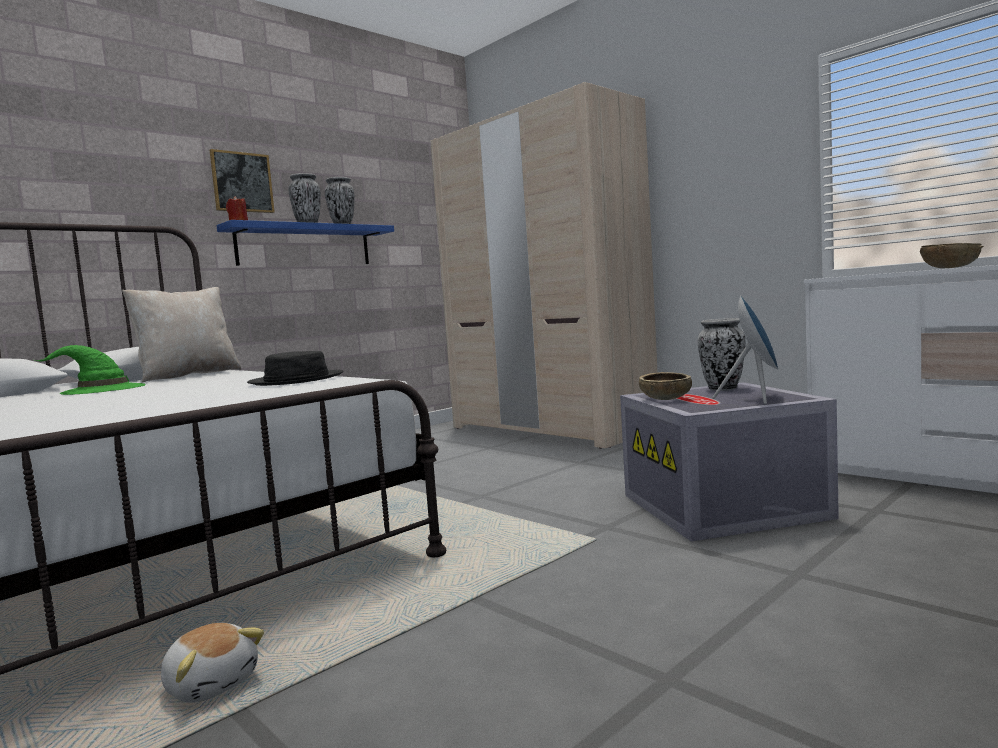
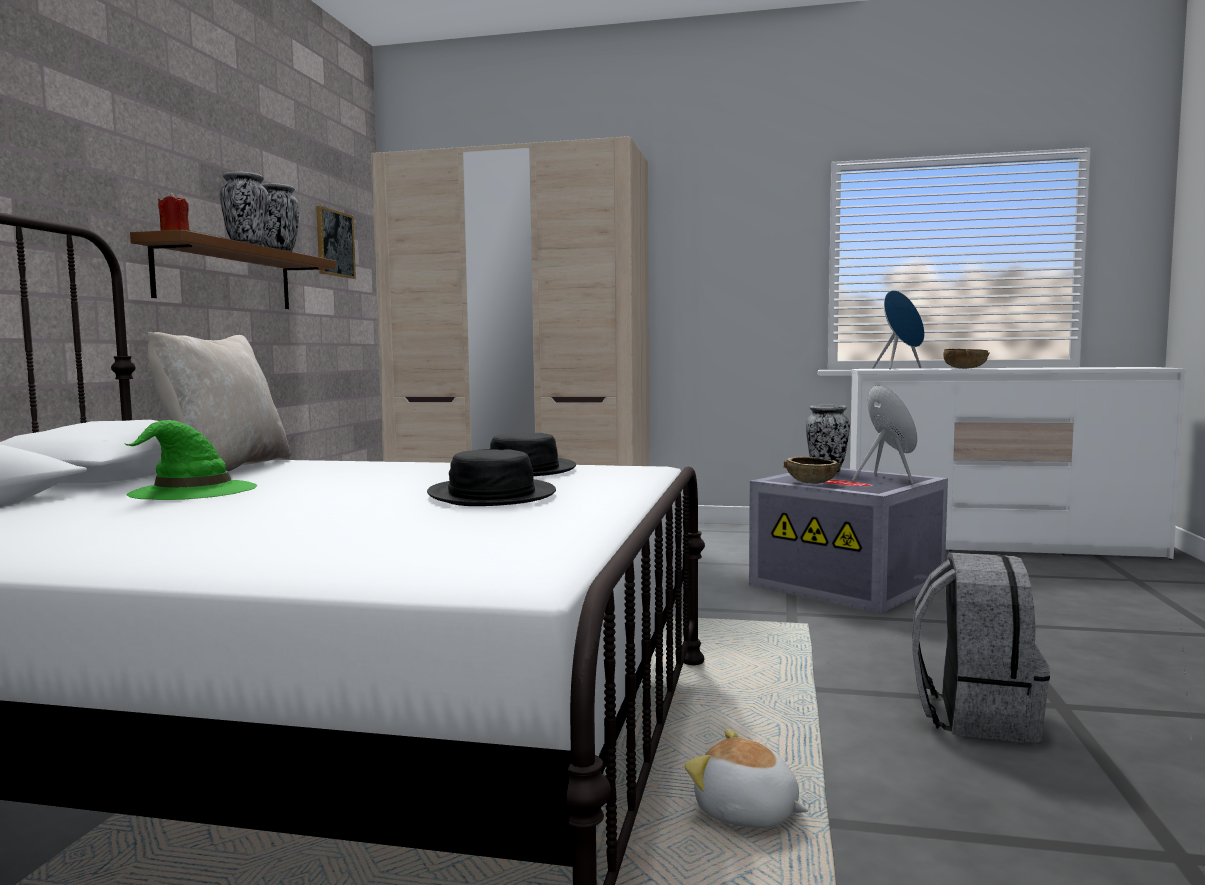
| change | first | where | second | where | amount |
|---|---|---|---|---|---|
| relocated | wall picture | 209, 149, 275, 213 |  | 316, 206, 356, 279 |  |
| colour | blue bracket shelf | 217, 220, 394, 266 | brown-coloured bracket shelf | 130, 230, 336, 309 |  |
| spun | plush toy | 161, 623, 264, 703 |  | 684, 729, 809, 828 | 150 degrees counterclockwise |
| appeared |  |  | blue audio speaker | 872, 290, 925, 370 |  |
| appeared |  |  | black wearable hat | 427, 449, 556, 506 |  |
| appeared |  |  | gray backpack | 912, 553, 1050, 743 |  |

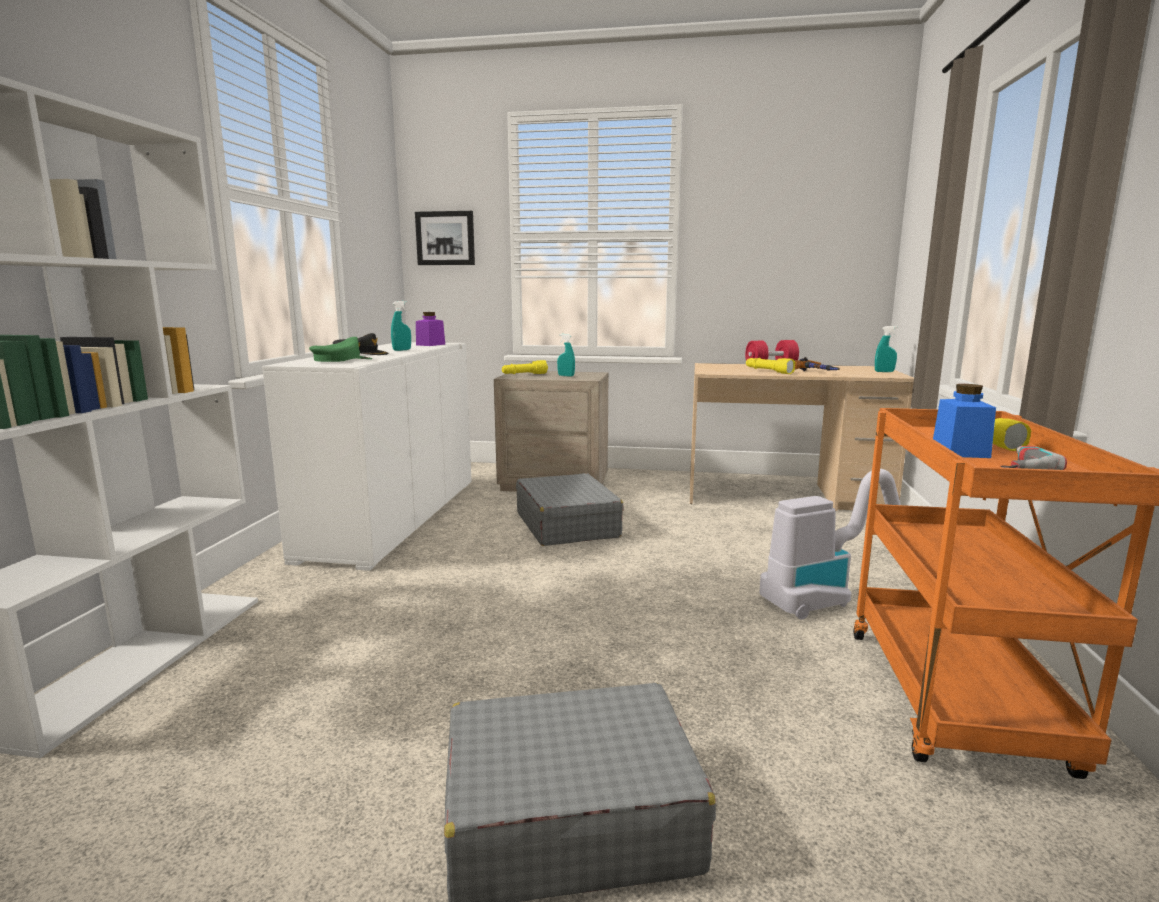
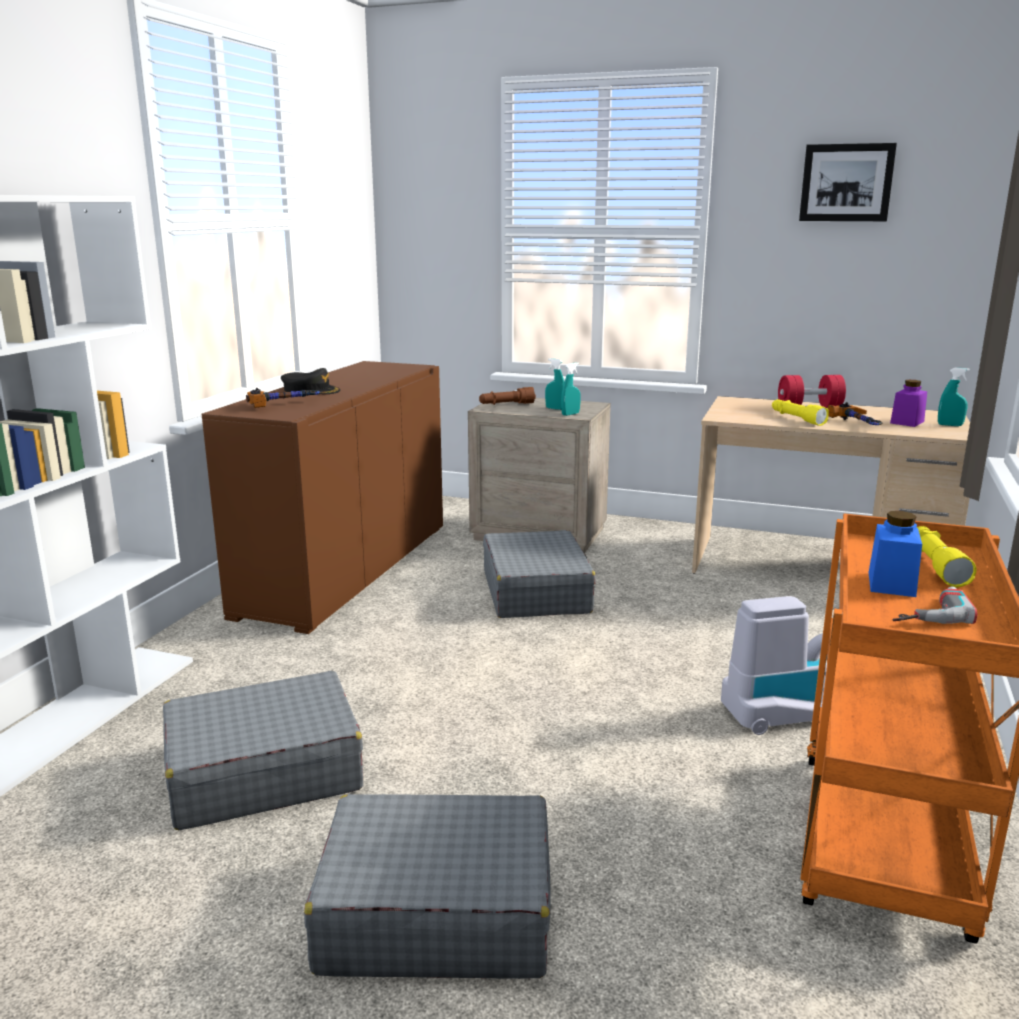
| change | first | where | second | where | amount |
|---|---|---|---|---|---|
| relocated | wall picture | 415, 211, 475, 265 |  | 799, 143, 897, 221 |  |
| relocated | turquoise sprayer | 391, 301, 411, 351 |  | 561, 363, 581, 416 |  |
| relocated | purple-coloured preserve jar | 416, 312, 445, 346 |  | 890, 380, 927, 427 |  |
| exchanged | greenish cap | 309, 337, 372, 362 | hand hammer | 246, 388, 321, 408 |  |
| colour | white storage cabinet | 262, 342, 472, 571 | brown-coloured storage cabinet | 201, 361, 443, 634 |  |
| colour | yellow flashlight | 502, 360, 548, 374 | brown-coloured flashlight | 479, 387, 536, 405 |  |
| appeared |  |  | gray travel case | 163, 671, 363, 830 |  |

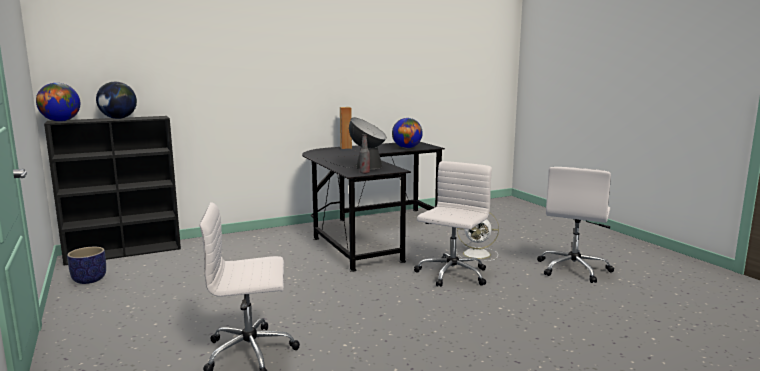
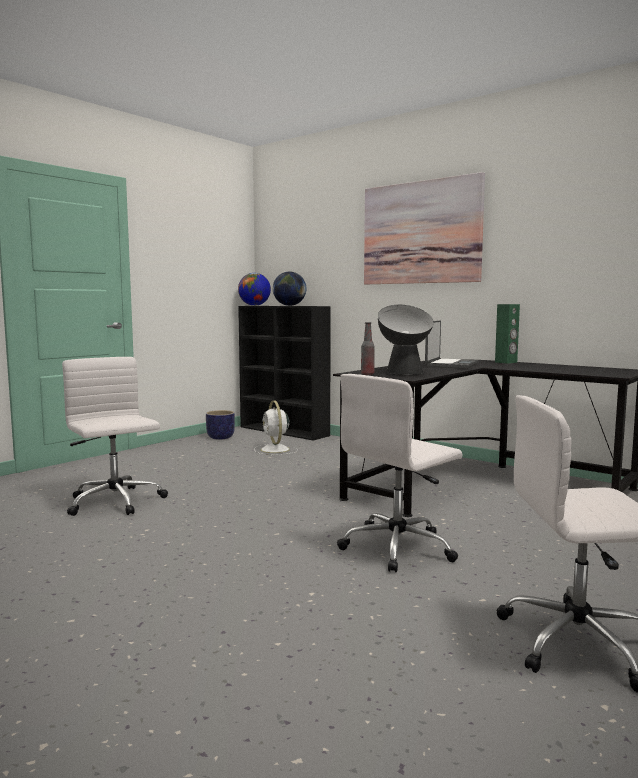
| change | first | where | second | where | amount |
|---|---|---|---|---|---|
| colour | brown-coloured audio speaker | 340, 107, 352, 149 | greenish audio speaker | 495, 304, 520, 364 |  |
| missing | desk globe | 392, 118, 423, 148 |  |  |  |
| spun | white desk chair | 414, 161, 492, 287 |  | 337, 374, 462, 572 | 135 degrees clockwise |
| relocated | white cooling fan | 456, 212, 499, 261 |  | 254, 401, 298, 455 |  |
| appeared |  |  | wall picture | 364, 172, 485, 284 |  |
| appeared |  |  | laptop | 425, 321, 479, 369 |  |

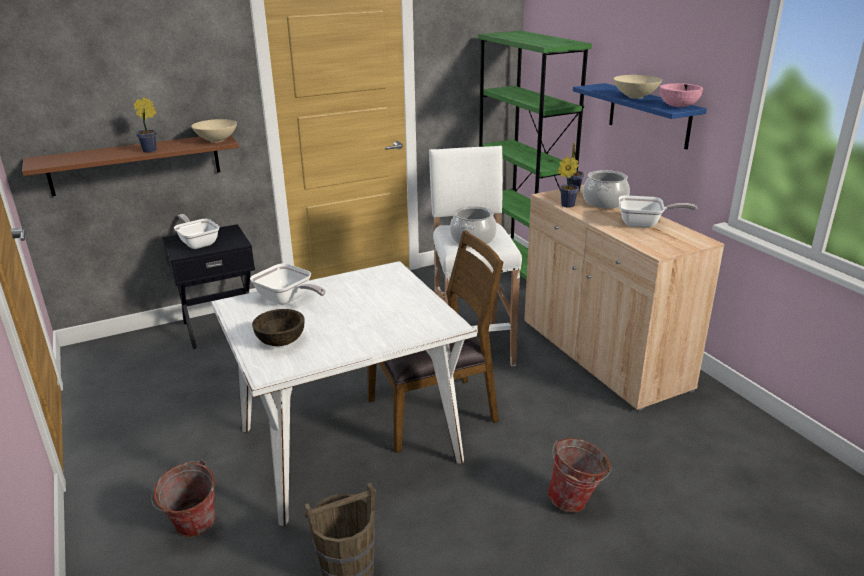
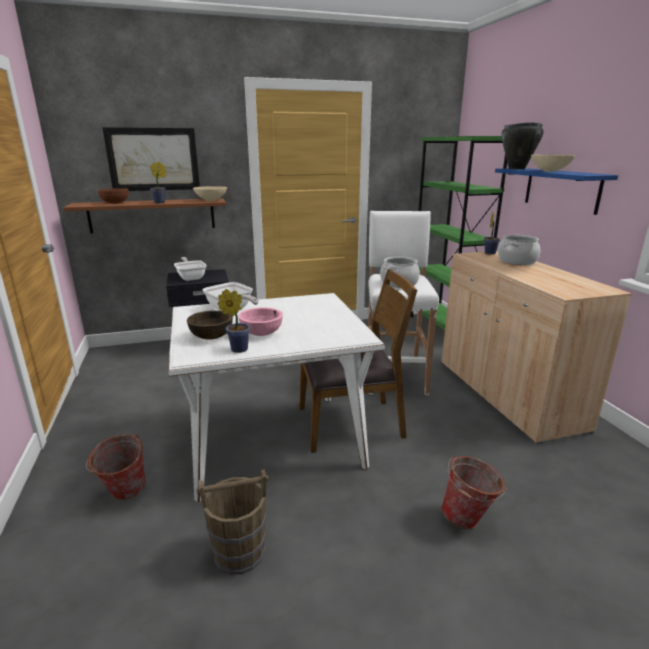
| change | first | where | second | where | amount |
|---|---|---|---|---|---|
| relocated | pink-coloured deep dish | 660, 83, 703, 107 |  | 238, 307, 283, 336 |  |
| relocated | houseplant | 558, 156, 579, 208 |  | 217, 289, 250, 353 |  |
| missing | skillet | 619, 195, 697, 228 |  |  |  |
| appeared |  |  | black cooking pot | 501, 122, 544, 169 |  |
| appeared |  |  | wall picture | 102, 127, 200, 191 |  |
| appeared |  |  | brown-coloured deep dish | 97, 188, 129, 204 |  |

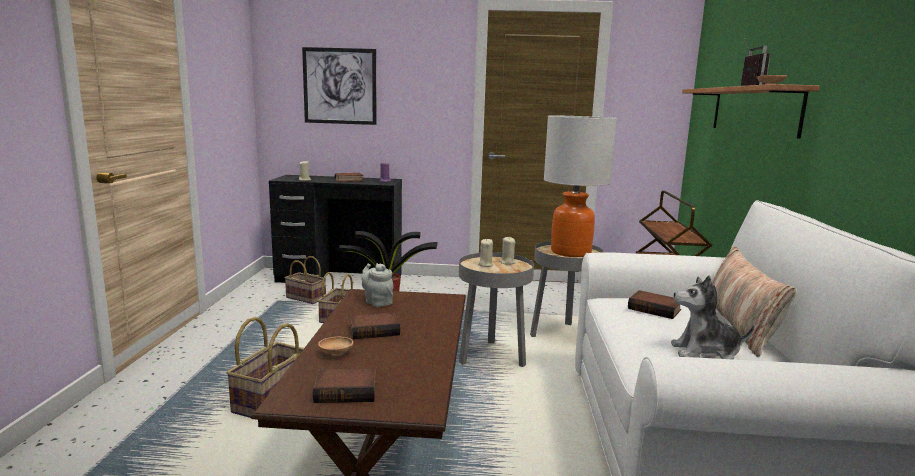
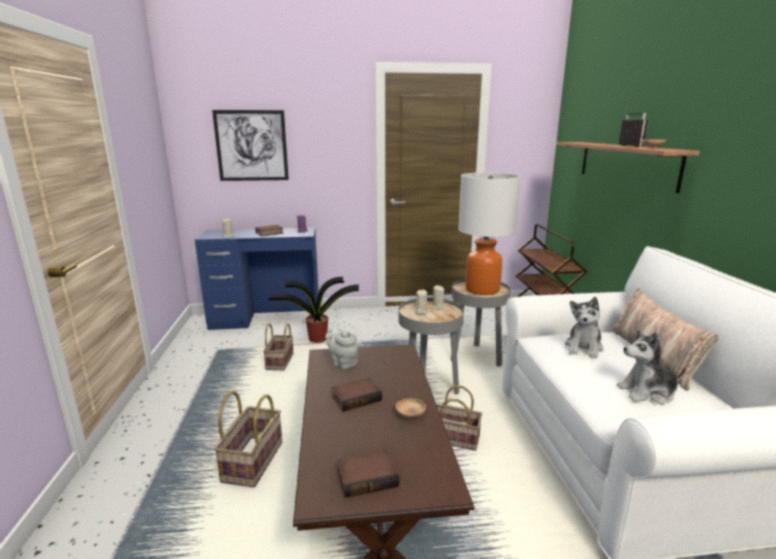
| change | first | where | second | where | amount |
|---|---|---|---|---|---|
| colour | black desk | 269, 175, 402, 283 | blue desk | 195, 227, 319, 330 |  |
| relocated | basket | 284, 256, 326, 304 |  | 436, 386, 482, 451 |  |
| exchanged | book | 628, 290, 681, 319 | plush toy | 565, 297, 604, 359 |  |
| relocated | brown-coloured deep dish | 318, 337, 353, 356 |  | 396, 398, 426, 418 |  |

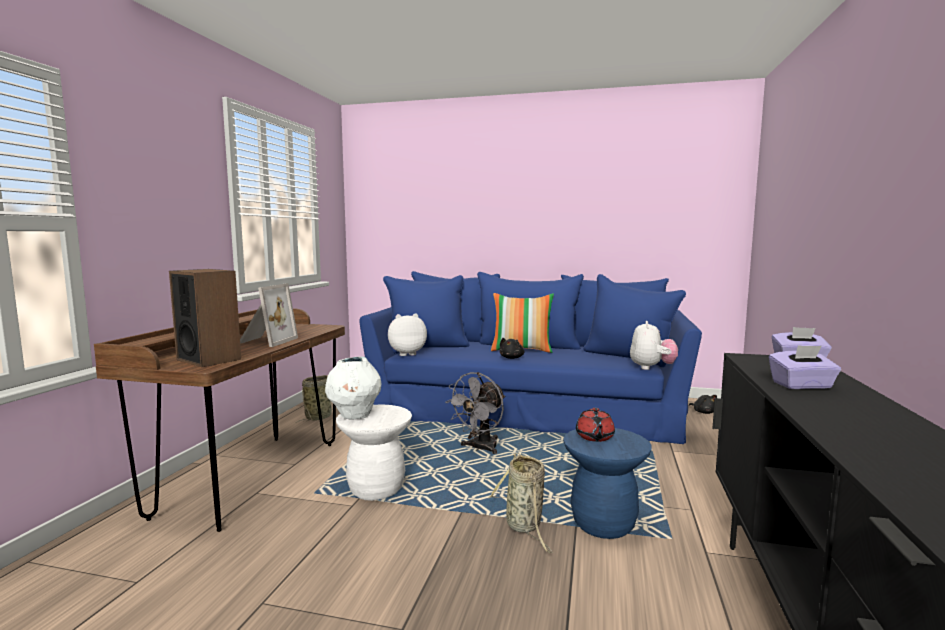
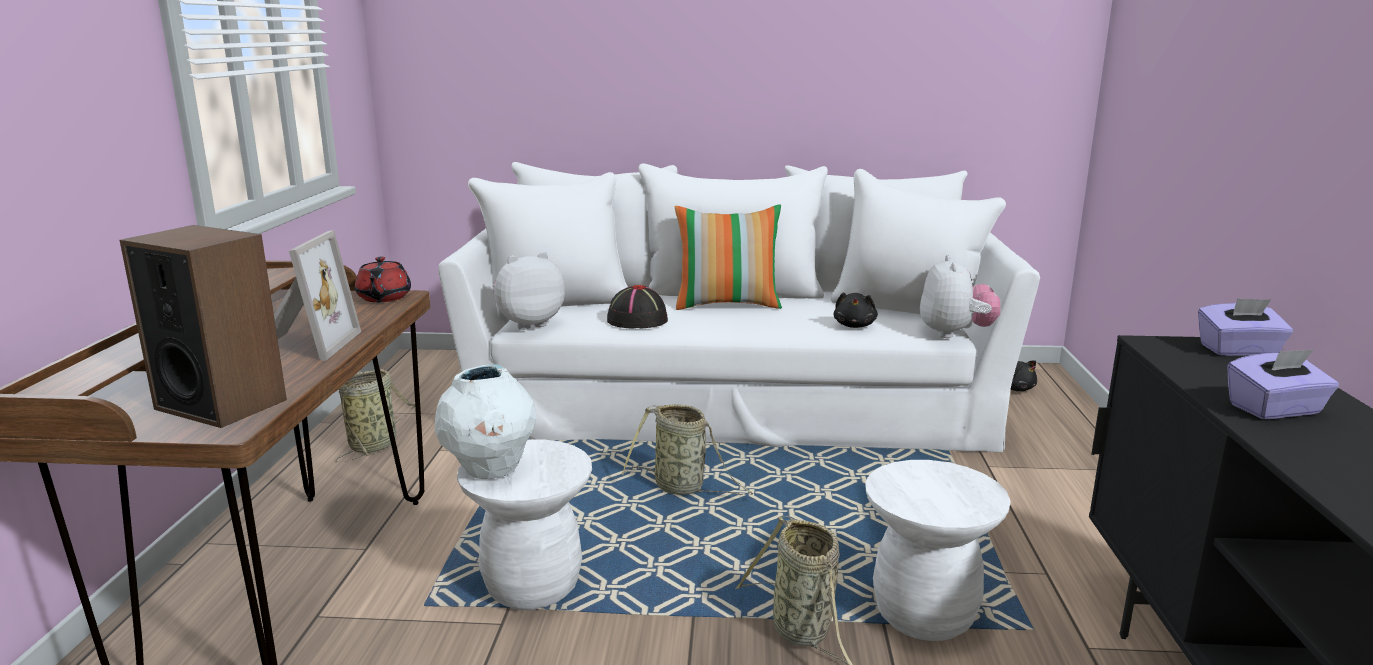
| change | first | where | second | where | amount |
|---|---|---|---|---|---|
| colour | blue couch | 359, 271, 702, 444 | white couch | 438, 162, 1040, 452 |  |
| relocated | black plush toy | 499, 338, 524, 359 |  | 833, 292, 878, 328 |  |
| exchanged | gray cooling fan | 445, 372, 505, 454 | basket | 622, 404, 753, 495 |  |
| relocated | red-coloured pot for tea | 576, 408, 615, 442 |  | 355, 257, 411, 302 |  |
| colour | blue stool | 563, 428, 651, 539 | white stool | 865, 460, 1011, 641 |  |
| appeared |  |  | black wearable hat | 607, 285, 668, 329 |  |

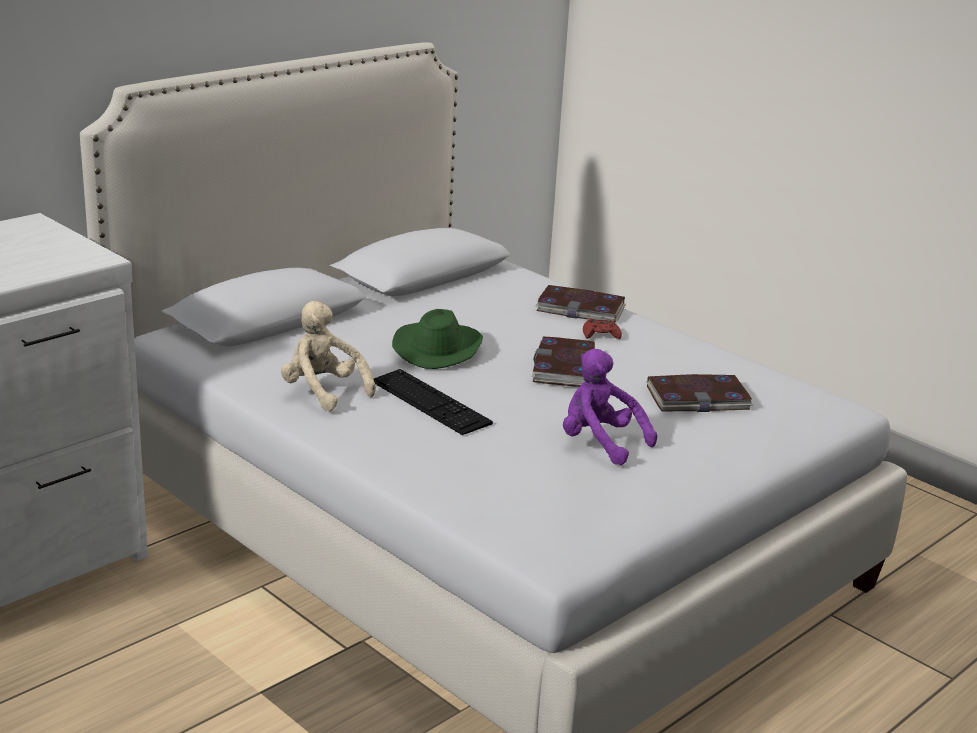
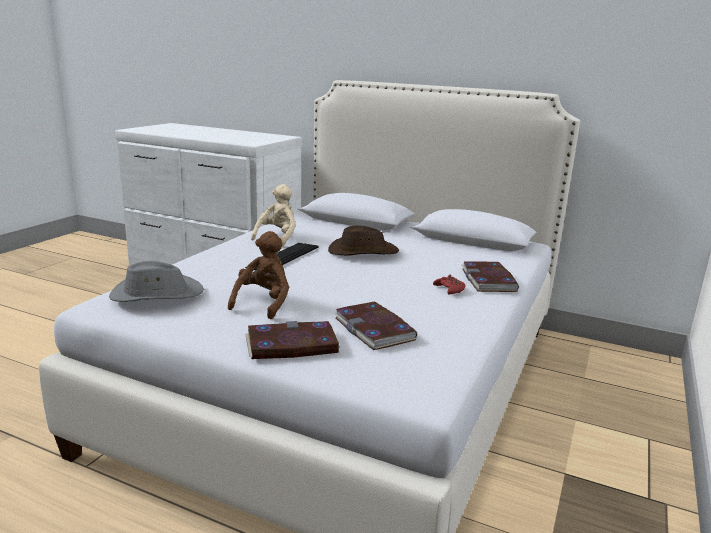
| change | first | where | second | where | amount |
|---|---|---|---|---|---|
| colour | greenish wearable hat | 392, 309, 483, 369 | brown-coloured wearable hat | 328, 225, 399, 256 |  |
| relocated | book | 532, 337, 595, 387 |  | 245, 321, 340, 359 |  |
| colour | purple-coloured plush toy | 563, 349, 657, 465 | brown-coloured plush toy | 228, 231, 289, 319 |  |
| appeared |  |  | gray wearable hat | 109, 261, 204, 302 |  |

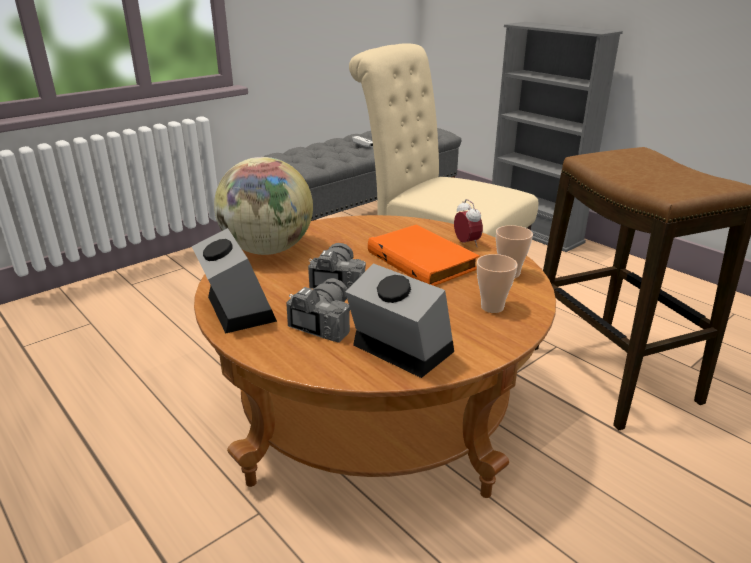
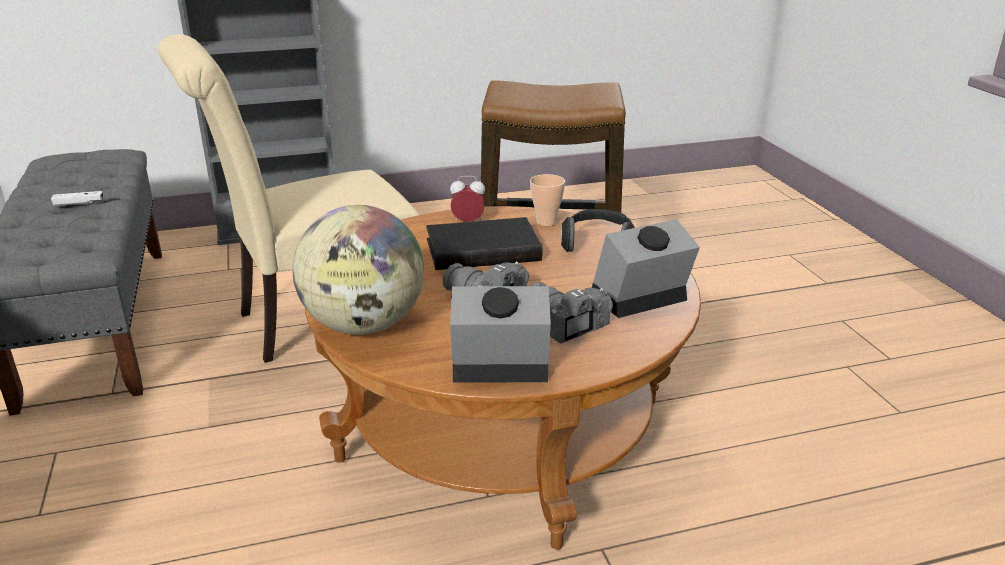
| change | first | where | second | where | amount |
|---|---|---|---|---|---|
| colour | orange-coloured book | 368, 224, 480, 286 | black book | 426, 217, 542, 270 |  |
| exchanged | small cup | 477, 254, 518, 313 | headphones | 561, 209, 635, 252 |  |

